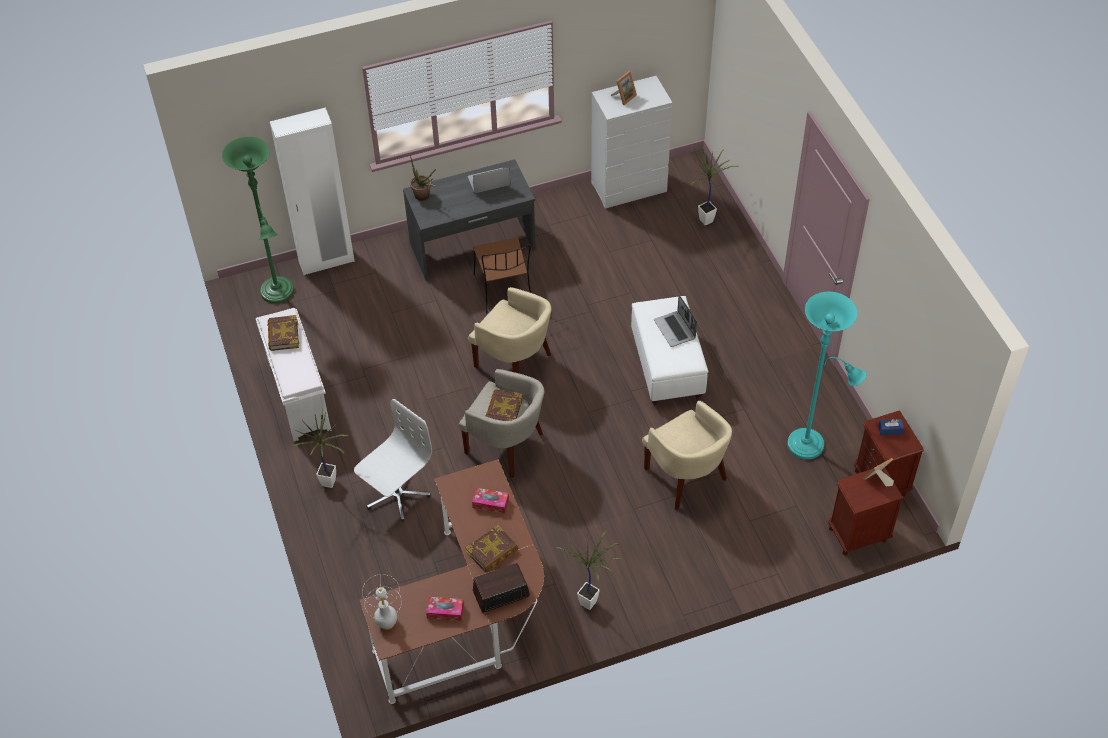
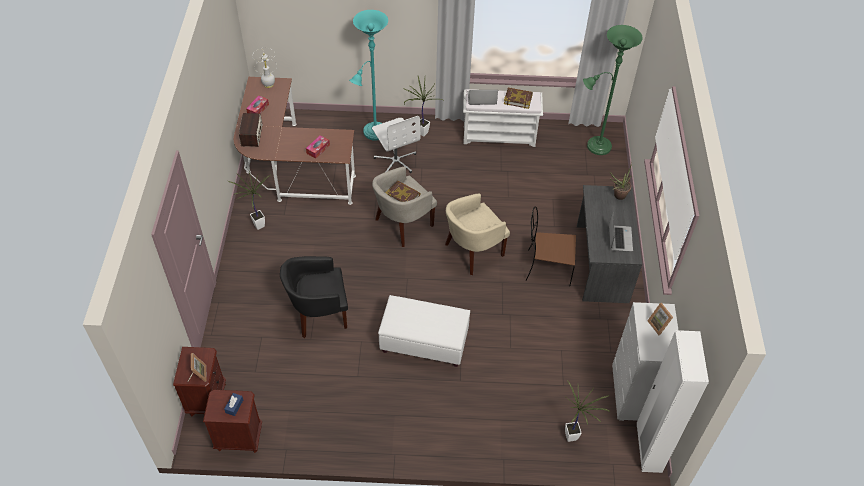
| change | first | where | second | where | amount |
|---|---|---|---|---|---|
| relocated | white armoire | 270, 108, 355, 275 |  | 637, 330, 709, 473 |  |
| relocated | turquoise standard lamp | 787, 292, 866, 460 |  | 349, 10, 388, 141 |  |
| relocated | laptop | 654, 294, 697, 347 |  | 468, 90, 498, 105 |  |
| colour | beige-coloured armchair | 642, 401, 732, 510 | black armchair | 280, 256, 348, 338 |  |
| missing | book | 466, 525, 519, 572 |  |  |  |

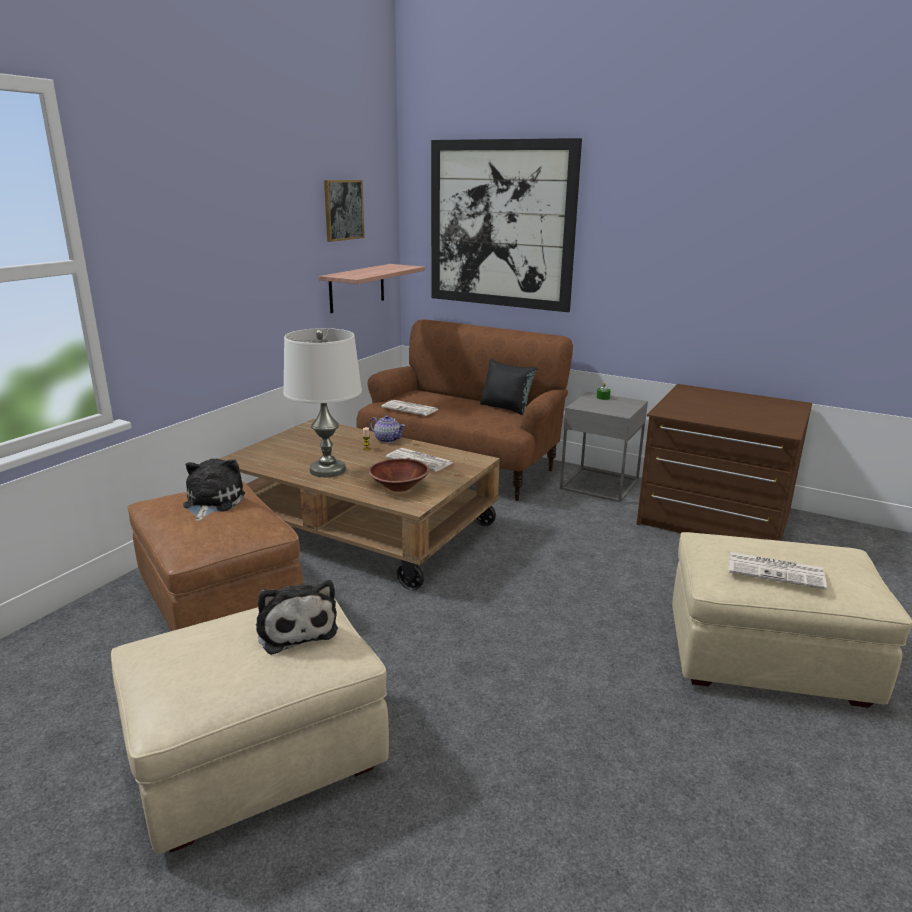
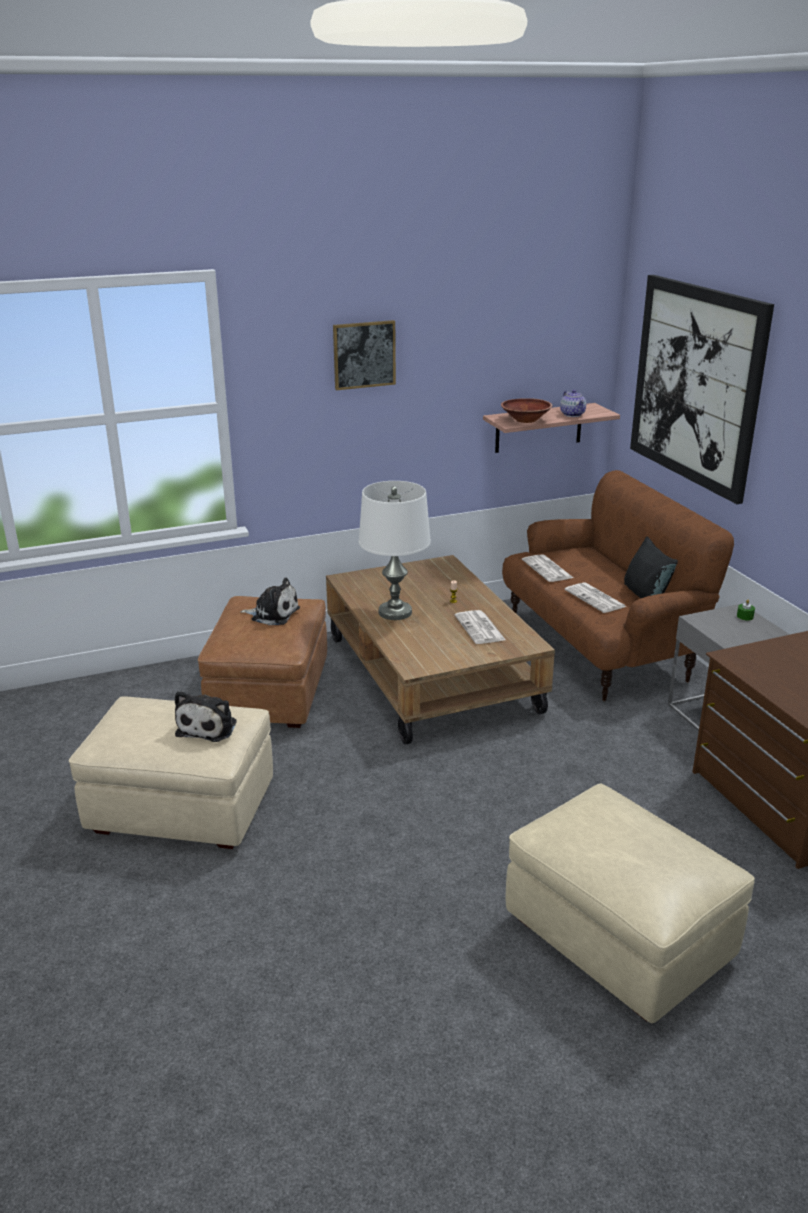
| change | first | where | second | where | amount |
|---|---|---|---|---|---|
| relocated | wall picture | 324, 180, 365, 242 |  | 333, 320, 396, 390 |  |
| relocated | pot for tea | 370, 415, 405, 443 |  | 560, 390, 586, 417 |  |
| spun | plush toy | 183, 458, 245, 521 |  | 240, 578, 300, 625 | 60 degrees clockwise |
| relocated | brown-coloured deep dish | 368, 458, 430, 492 |  | 501, 398, 553, 423 |  |
| relocated | newspaper | 729, 552, 827, 590 |  | 565, 582, 627, 613 |  |

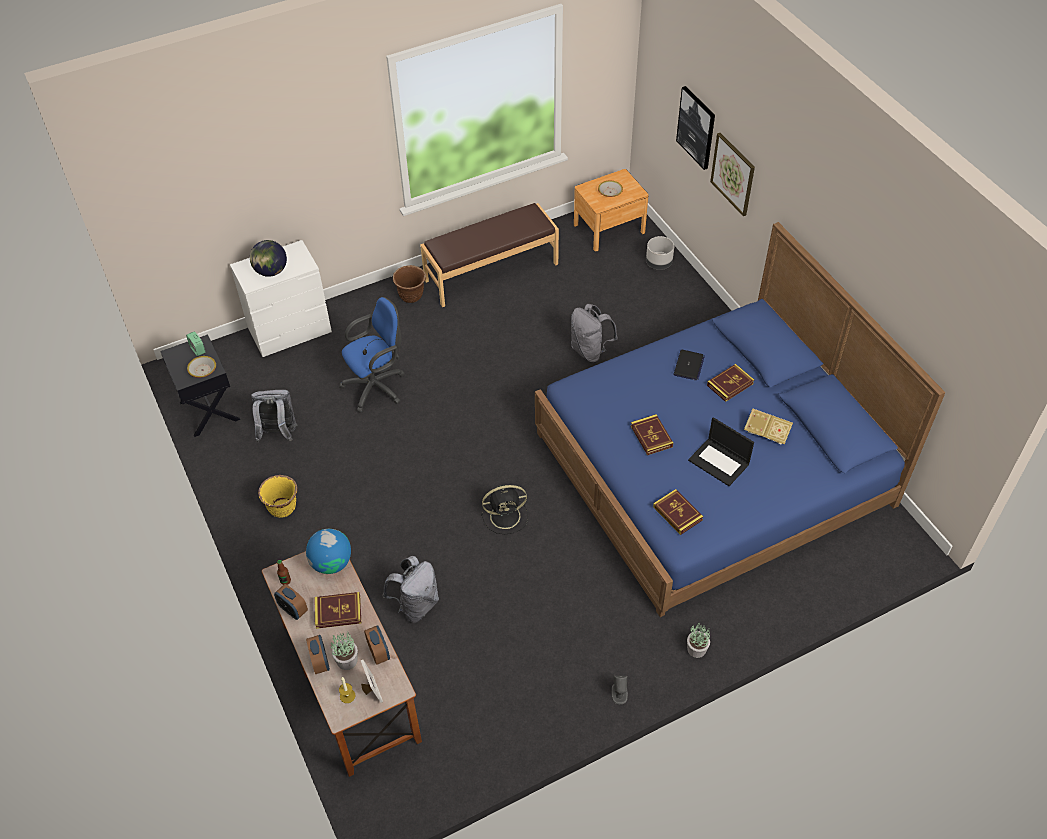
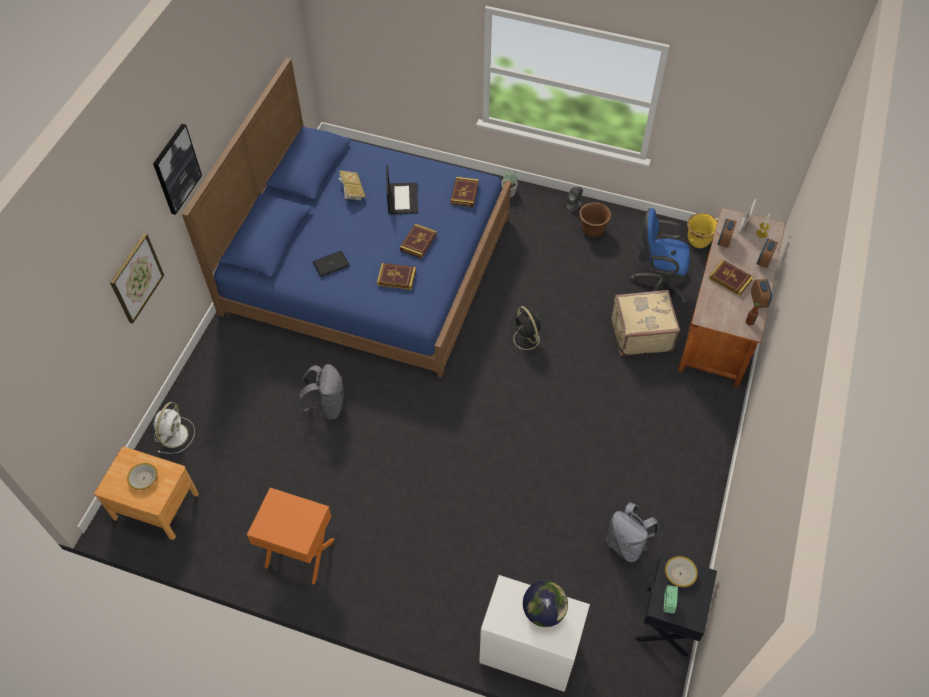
| change | first | where | second | where | amount |
|---|---|---|---|---|---|
| relocated | wall picture | 676, 86, 715, 170 |  | 153, 124, 202, 215 |  |
| exchanged | brown-coloured indoor bench | 420, 203, 559, 307 | orange-coloured night table | 247, 488, 334, 585 |  |
| exchanged | gray plant pot | 646, 236, 674, 270 | white cooling fan | 153, 402, 195, 454 |  |
| relocated | brown-coloured plant pot | 393, 265, 426, 303 |  | 579, 202, 611, 237 |  |
| relocated | blue desk chair | 339, 297, 405, 413 |  | 630, 208, 690, 304 |  |
| relocated | book | 707, 364, 754, 402 |  | 377, 263, 416, 290 |  |
| relocated | yellow plant pot | 258, 475, 297, 518 |  | 687, 213, 717, 248 |  |
| spun | black cooling fan | 481, 485, 528, 534 |  | 508, 306, 547, 356 | 150 degrees counterclockwise |
| missing | desk globe | 306, 529, 351, 574 |  |  |  |
| exchanged | gray backpack | 382, 556, 439, 623 | beige-coloured travel case | 611, 290, 680, 356 |  |
| missing | houseplant | 331, 631, 358, 670 |  |  |  |

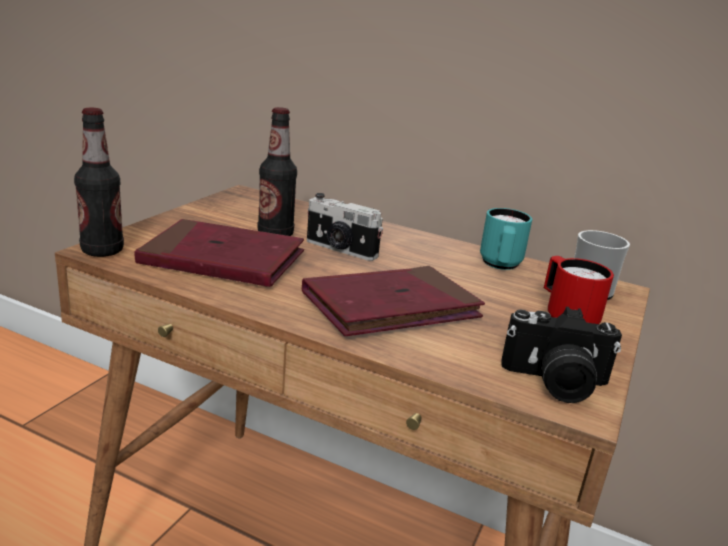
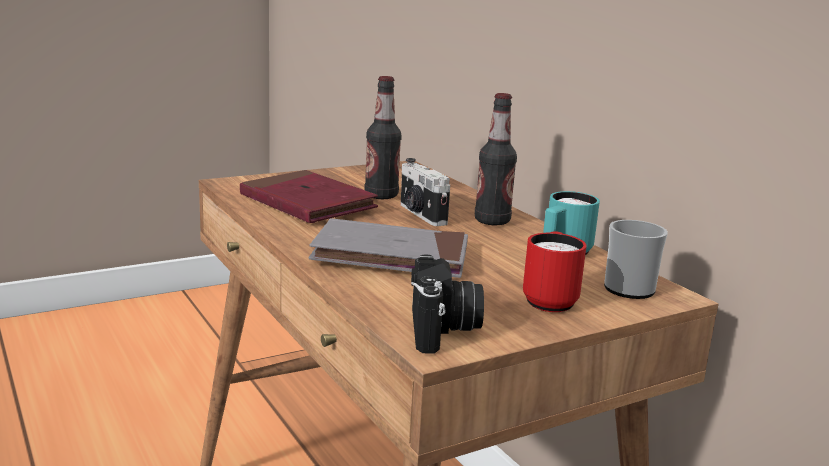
| change | first | where | second | where | amount |
|---|---|---|---|---|---|
| relocated | beverage bottle | 74, 108, 124, 257 |  | 475, 93, 517, 225 |  |
| colour | red-coloured book | 302, 266, 485, 336 | gray book | 309, 218, 468, 278 |  |
| spun | photo camera | 501, 307, 622, 403 |  | 411, 254, 484, 354 | 135 degrees counterclockwise |

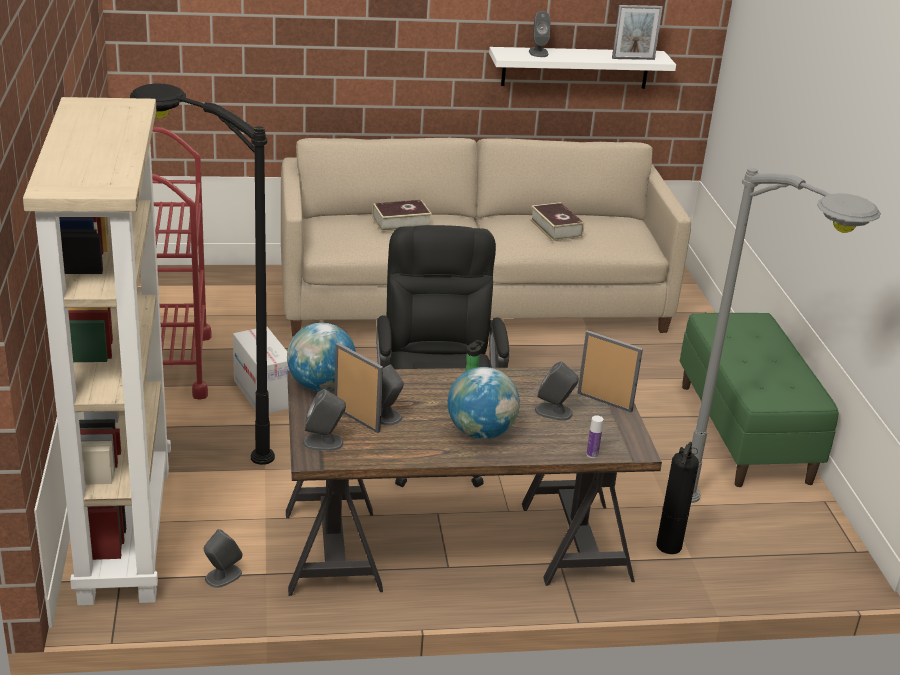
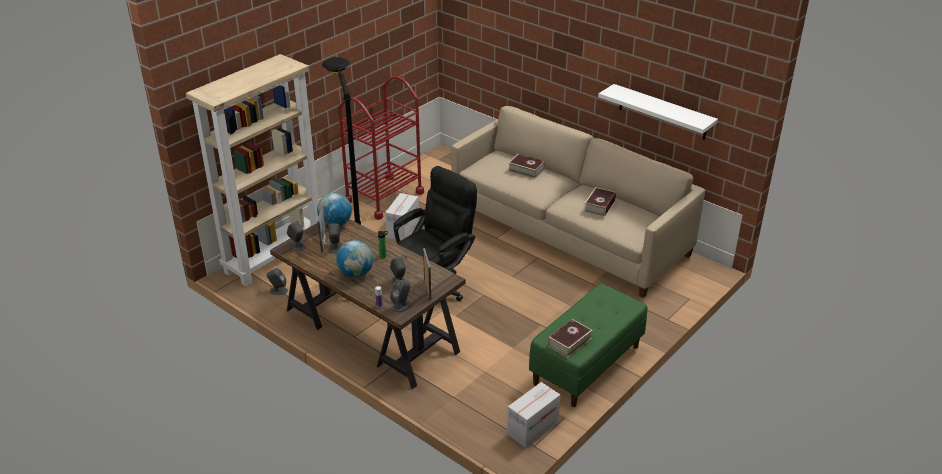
| change | first | where | second | where | amount |
|---|---|---|---|---|---|
| missing | photo frame | 612, 5, 663, 60 |  |  |  |
| relocated | gray audio speaker | 529, 11, 551, 57 |  | 390, 280, 412, 312 |  |
| missing | gray standard lamp | 691, 168, 881, 503 |  |  |  |
| missing | fire-fighting cylinder | 657, 442, 699, 554 |  |  |  |
| appeared |  |  | book | 548, 319, 593, 358 |  |
| appeared |  |  | carton | 507, 382, 560, 448 |  |

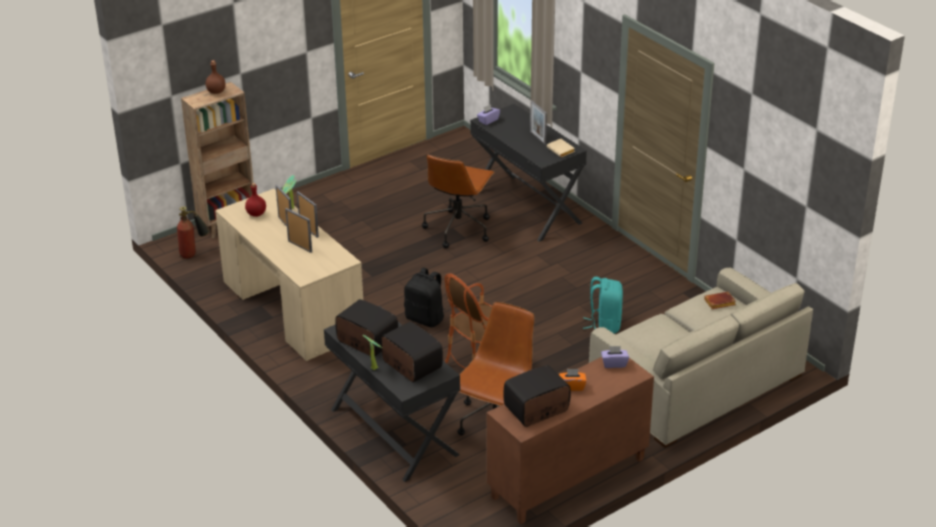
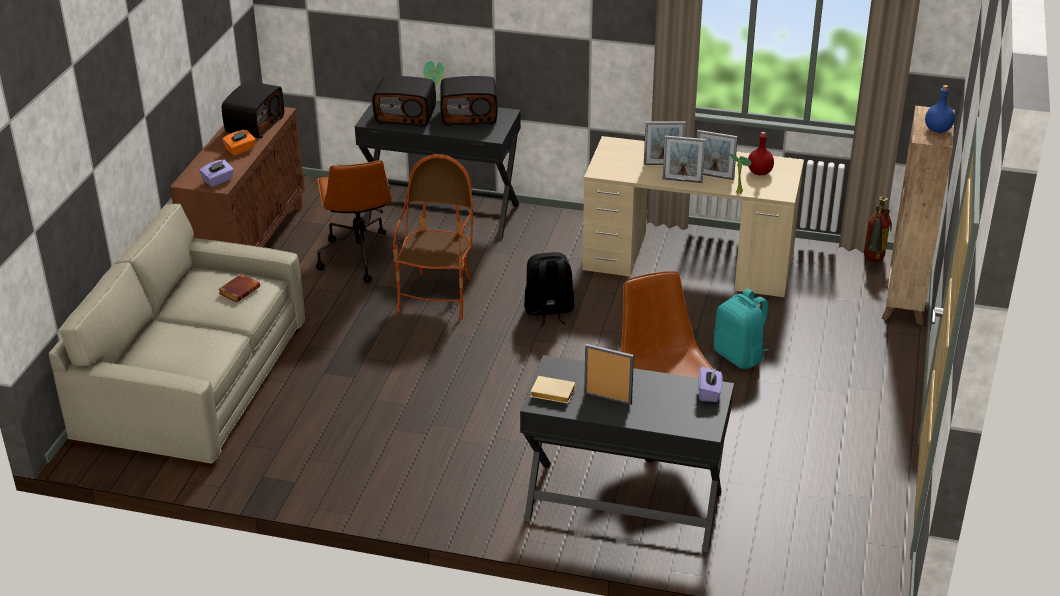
| change | first | where | second | where | amount |
|---|---|---|---|---|---|
| colour | brown-coloured beverage bottle | 206, 60, 225, 94 | blue beverage bottle | 925, 85, 955, 133 |  |
| relocated | turquoise backpack | 583, 277, 623, 334 |  | 714, 289, 769, 369 |  |
| relocated | brown-coloured book | 704, 292, 736, 309 |  | 218, 274, 260, 302 |  |

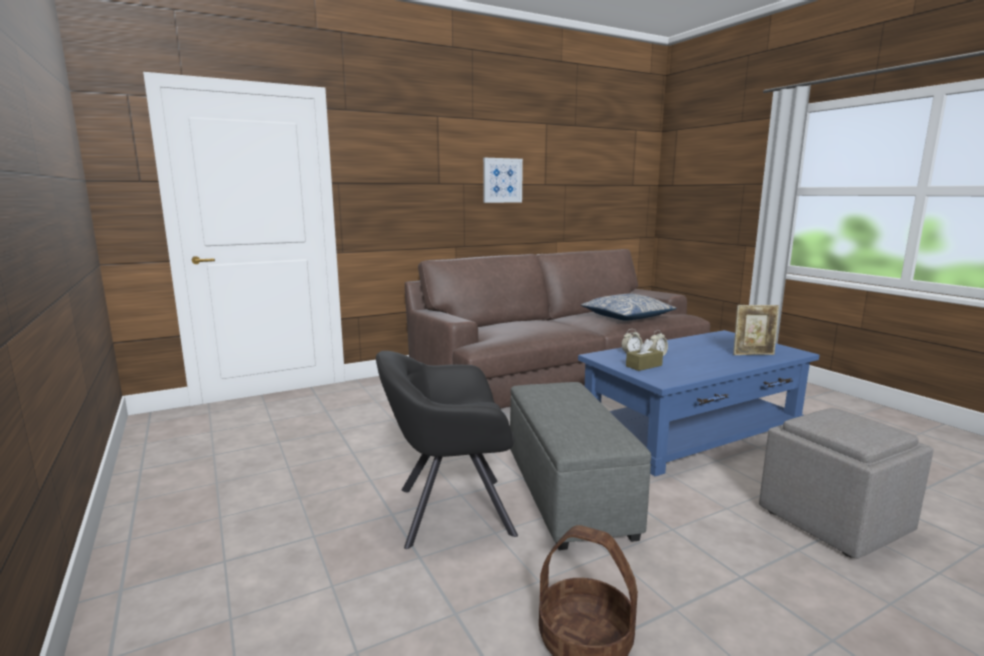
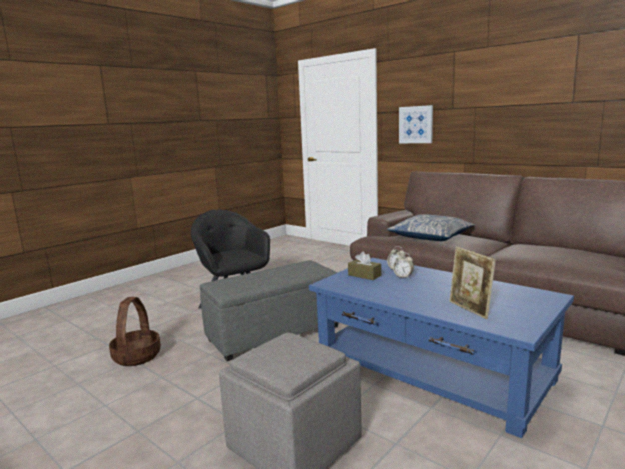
| change | first | where | second | where | amount |
|---|---|---|---|---|---|
| relocated | wall picture | 483, 158, 523, 203 |  | 399, 105, 433, 143 |  |
| relocated | pillow | 581, 294, 676, 321 |  | 387, 214, 474, 241 |  |

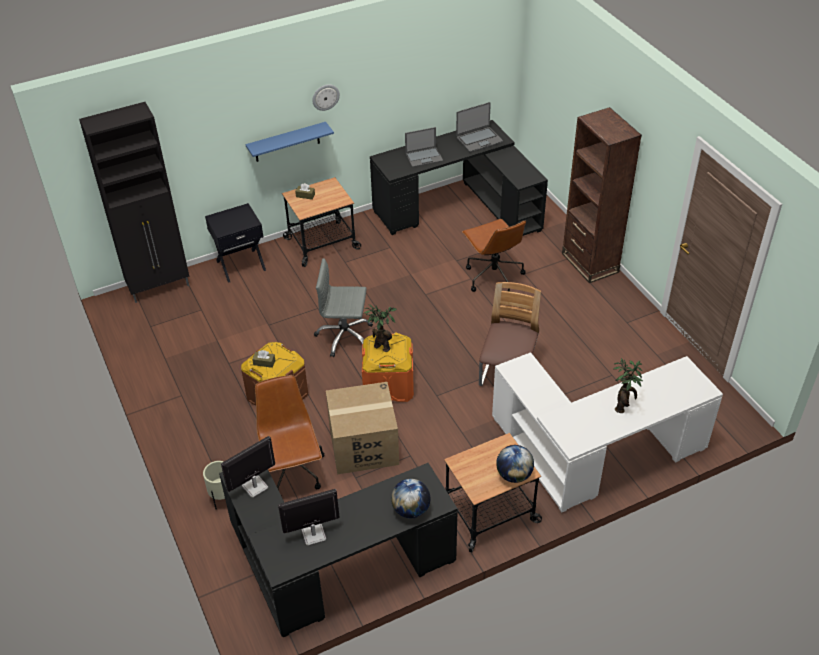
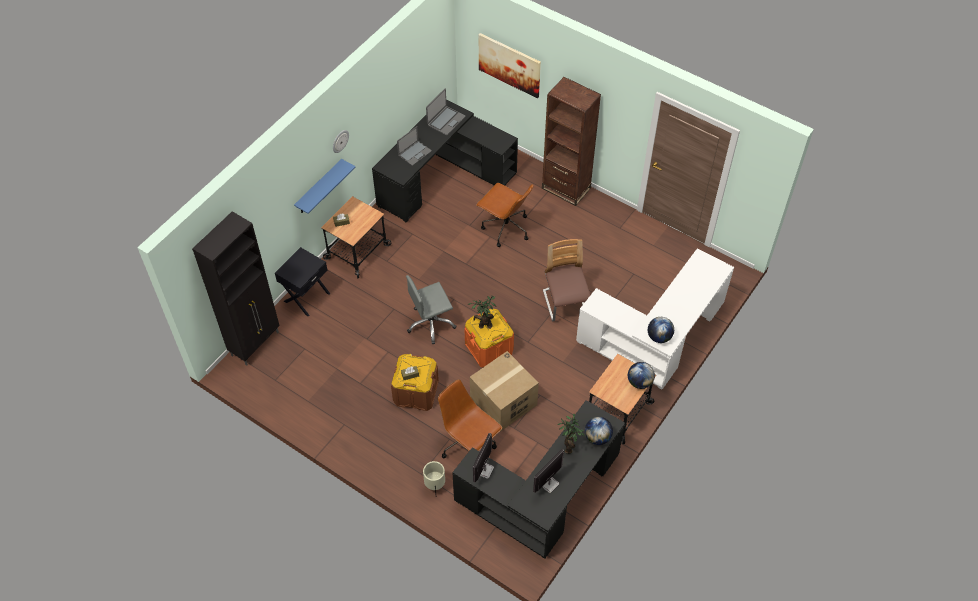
| change | first | where | second | where | amount |
|---|---|---|---|---|---|
| relocated | houseplant | 614, 358, 643, 413 |  | 557, 414, 585, 454 |  |
| appeared |  |  | wall picture | 479, 33, 541, 98 |  |
| appeared |  |  | desk globe | 648, 317, 674, 343 |  |

